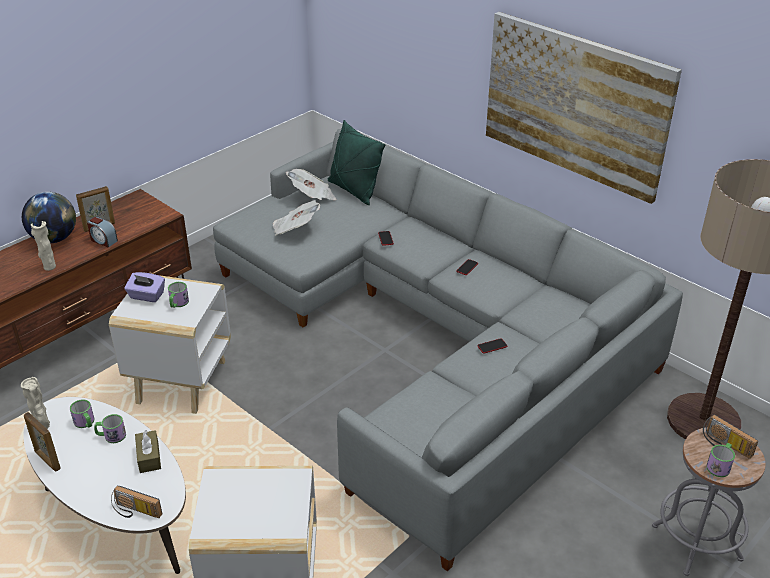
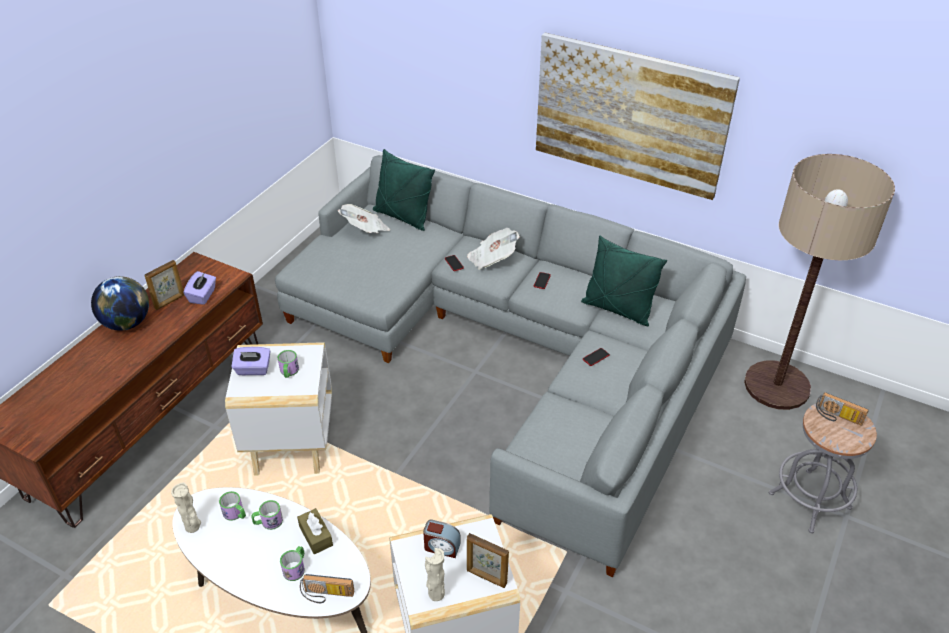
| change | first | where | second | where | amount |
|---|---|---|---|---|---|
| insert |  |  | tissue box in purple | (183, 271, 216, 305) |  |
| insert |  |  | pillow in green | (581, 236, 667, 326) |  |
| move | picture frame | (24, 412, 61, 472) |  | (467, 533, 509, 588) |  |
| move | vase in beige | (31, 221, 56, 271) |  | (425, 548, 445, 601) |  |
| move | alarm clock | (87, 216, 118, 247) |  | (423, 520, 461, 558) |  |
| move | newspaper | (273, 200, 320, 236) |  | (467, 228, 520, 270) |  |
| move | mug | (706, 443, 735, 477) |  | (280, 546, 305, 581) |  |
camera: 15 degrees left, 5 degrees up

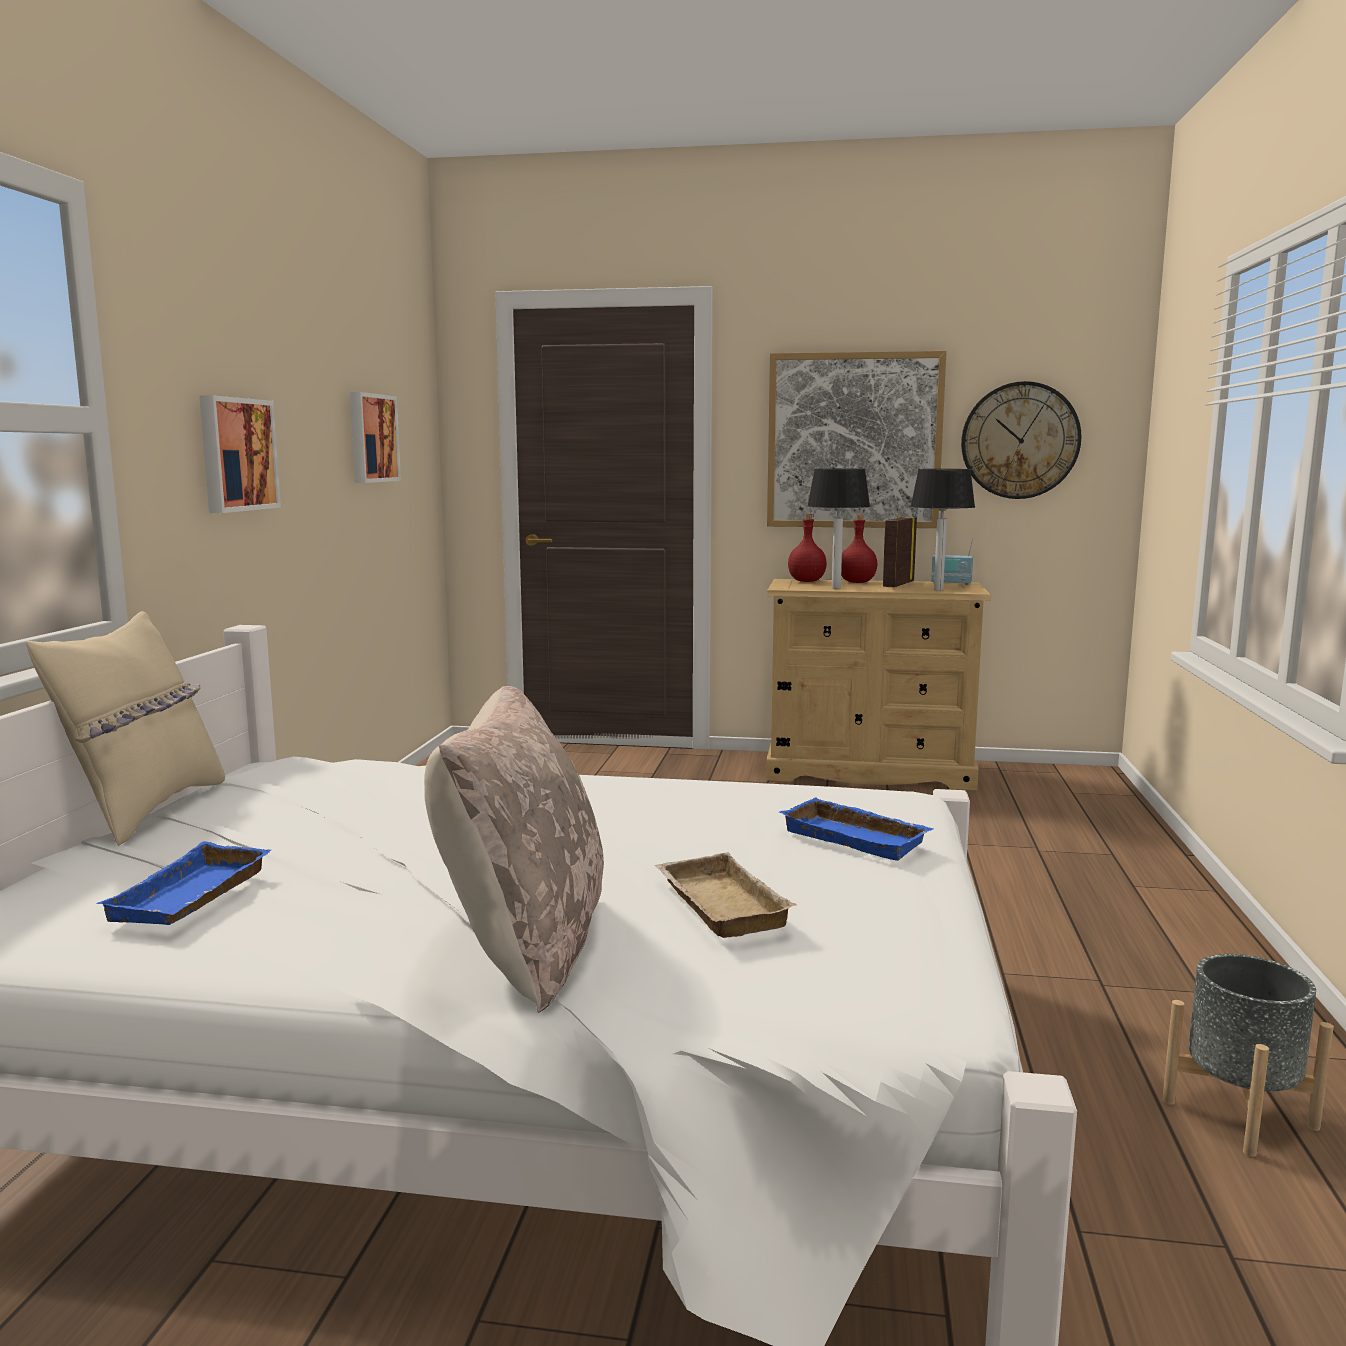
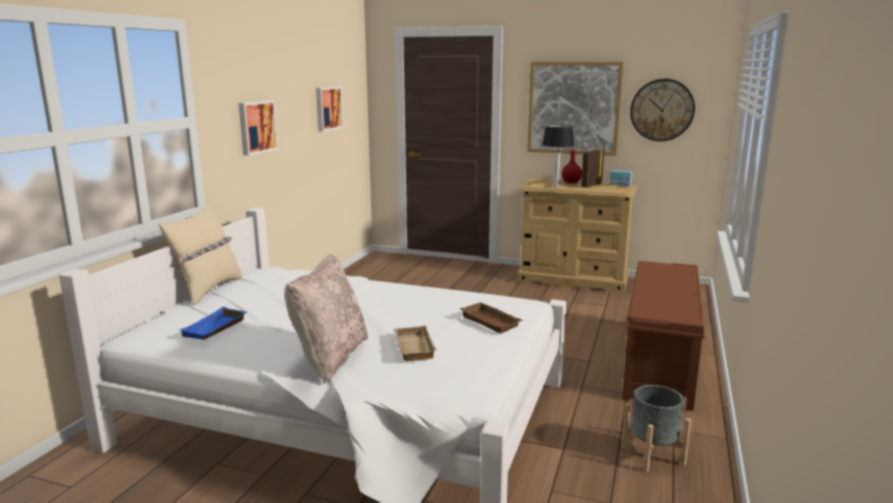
| change | first | where | second | where | amount |
|---|---|---|---|---|---|
| delete | bottle in red | (788, 514, 827, 582) |  |  |  |
| delete | table lamp | (910, 469, 975, 590) |  |  |  |
| insert |  |  | bench in brown | (622, 261, 705, 411) |  |
| recolor | tray in blue | (779, 797, 934, 861) | tray in brown | (459, 302, 524, 334) |  |
camera: 10 degrees right, 5 degrees up

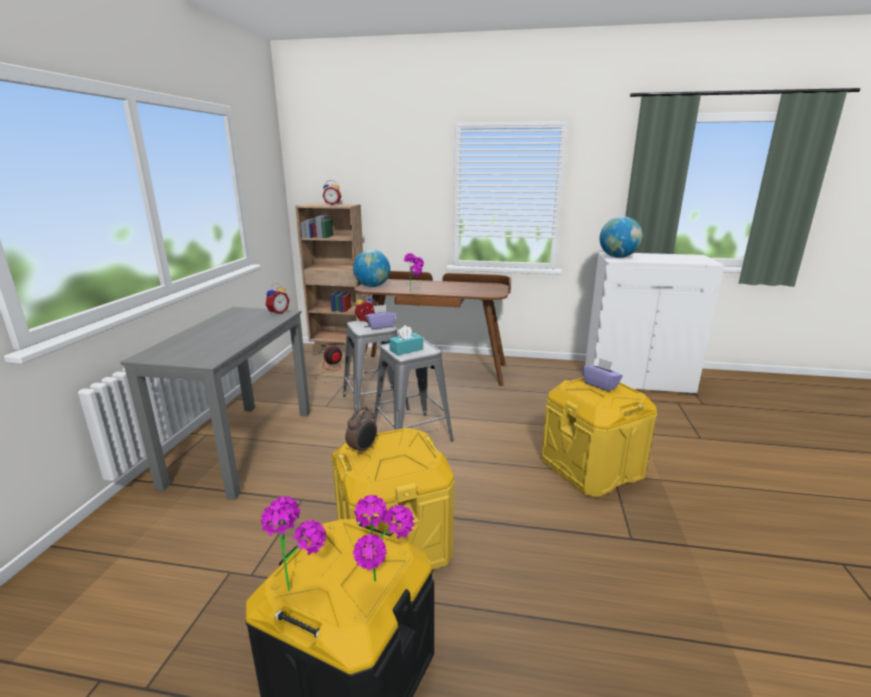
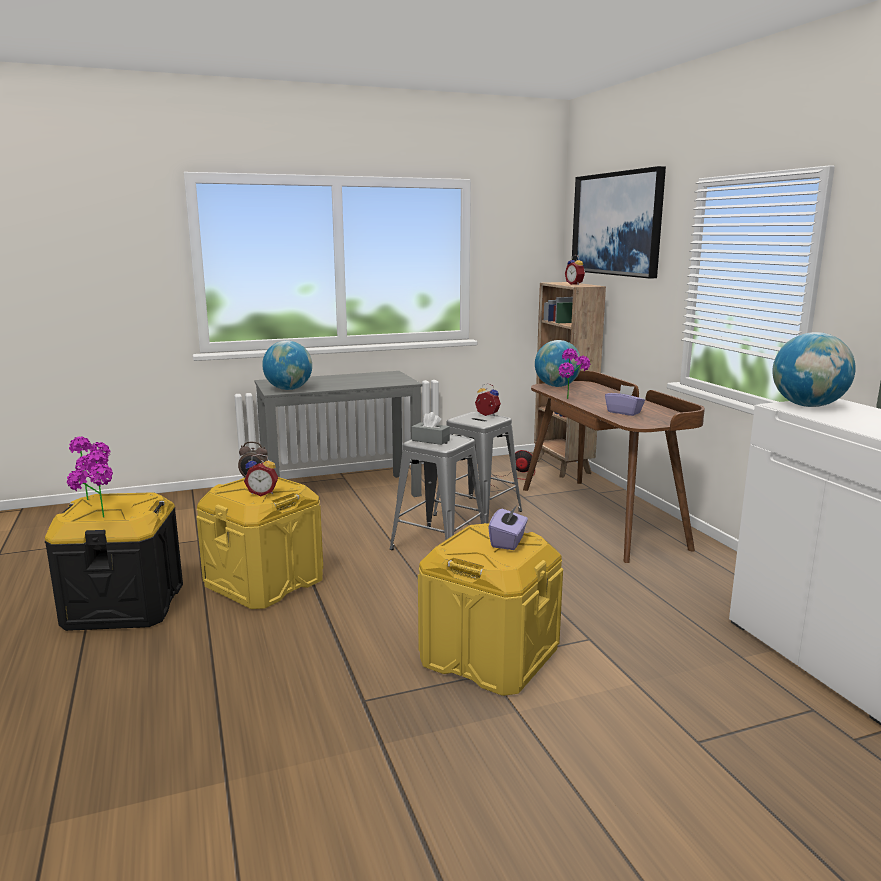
| change | first | where | second | where | amount |
|---|---|---|---|---|---|
| insert |  |  | globe | (262, 341, 312, 390) |  |
| insert |  |  | picture | (572, 166, 666, 279) |  |
| move | alarm clock | (265, 283, 289, 315) |  | (244, 454, 278, 496) |  |
| move | tissue box in purple | (365, 305, 396, 329) |  | (605, 385, 645, 416) |  |
| recolor | tissue box in turquoise | (389, 325, 423, 355) | tissue box in grey | (412, 412, 450, 445) |  |
camera: 60 degrees right, 5 degrees down

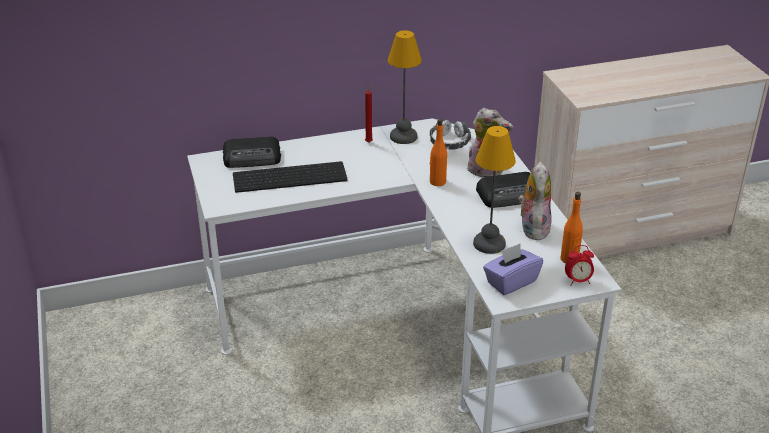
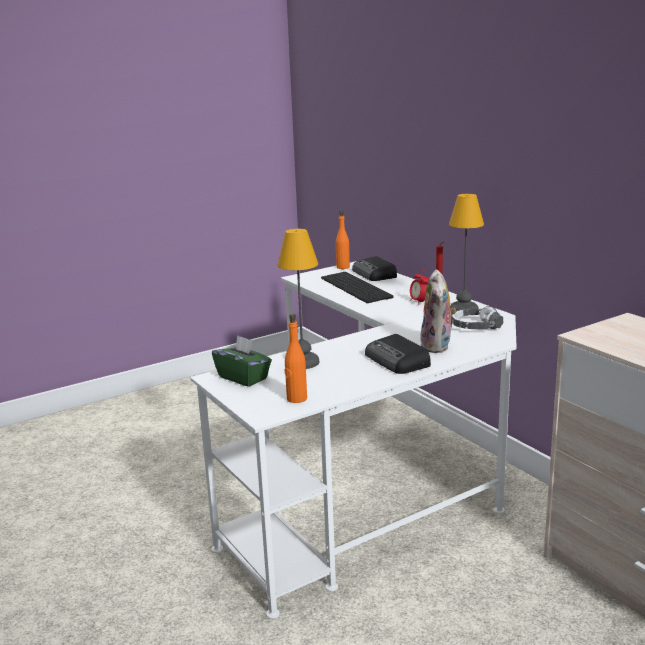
| change | first | where | second | where | amount |
|---|---|---|---|---|---|
| delete | plush toy | (518, 161, 551, 240) |  |  |  |
| move | bottle in orange | (430, 119, 447, 186) |  | (336, 211, 350, 269) |  |
| move | alarm clock | (565, 245, 594, 285) |  | (410, 270, 429, 305) |  |
| recolor | tissue box in purple | (483, 244, 543, 295) | tissue box in green | (212, 335, 272, 387) |  |
camera: 75 degrees right, 15 degrees down

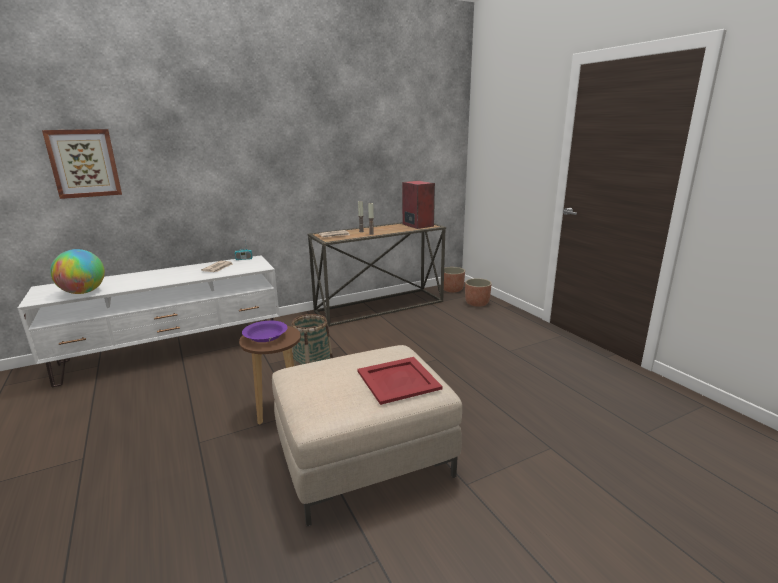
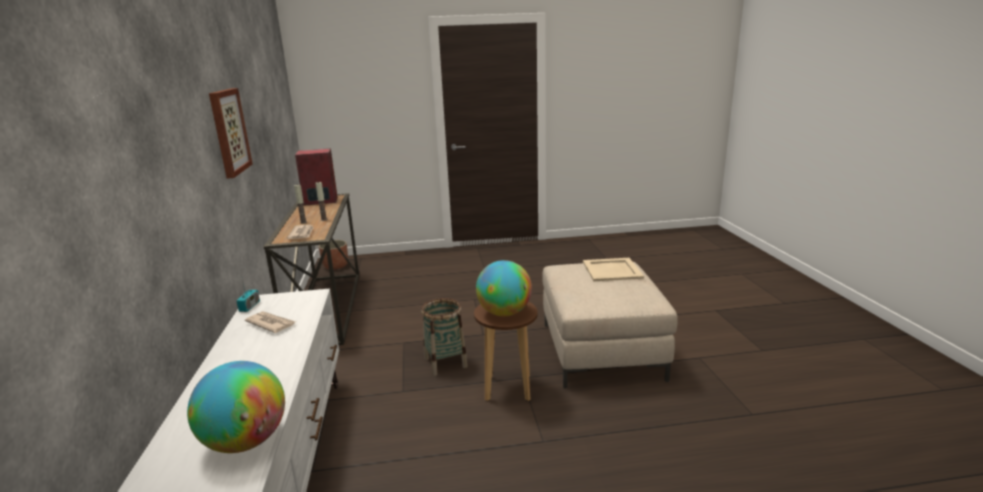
| change | first | where | second | where | amount |
|---|---|---|---|---|---|
| delete | planter | (465, 278, 492, 307) |  |  |  |
| move | picture | (42, 129, 122, 199) |  | (209, 88, 253, 178) |  |
| replace | bowl in purple | (242, 321, 287, 342) | globe | (476, 260, 532, 316) |  |
| recolor | tray in red | (357, 357, 443, 405) | tray in beige | (583, 258, 644, 281) |  |
camera: 70 degrees left, 0 degrees up

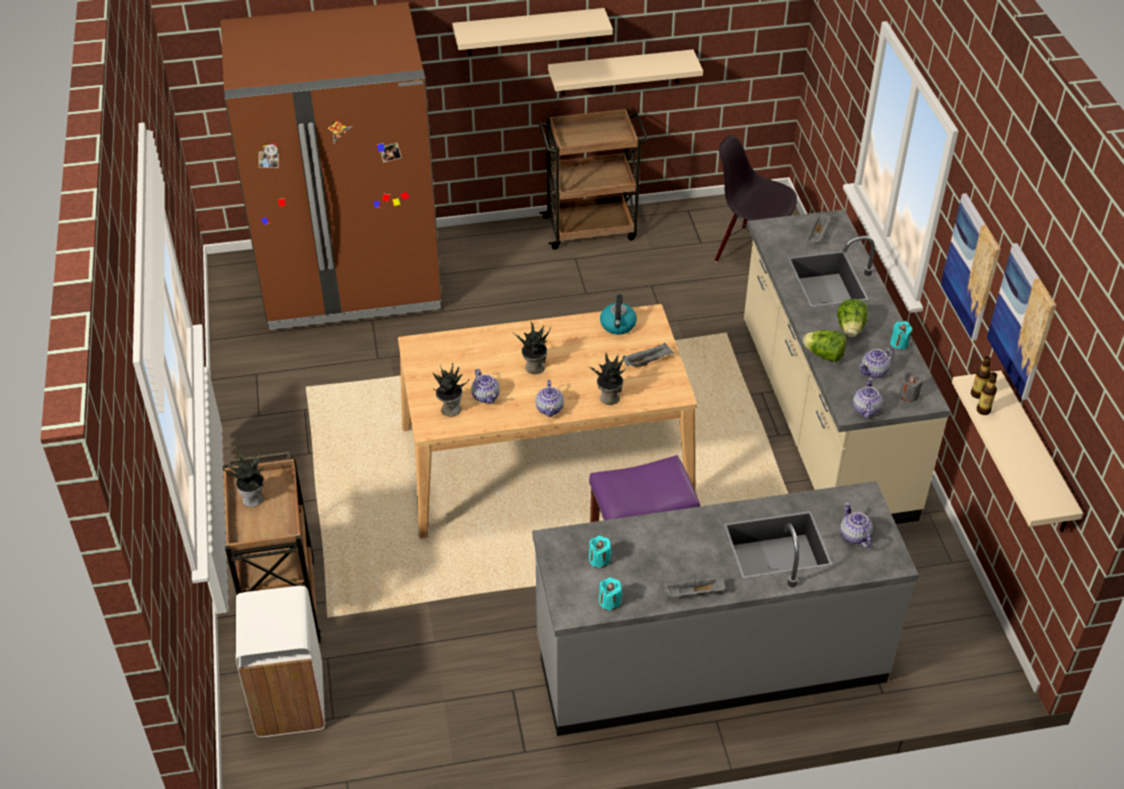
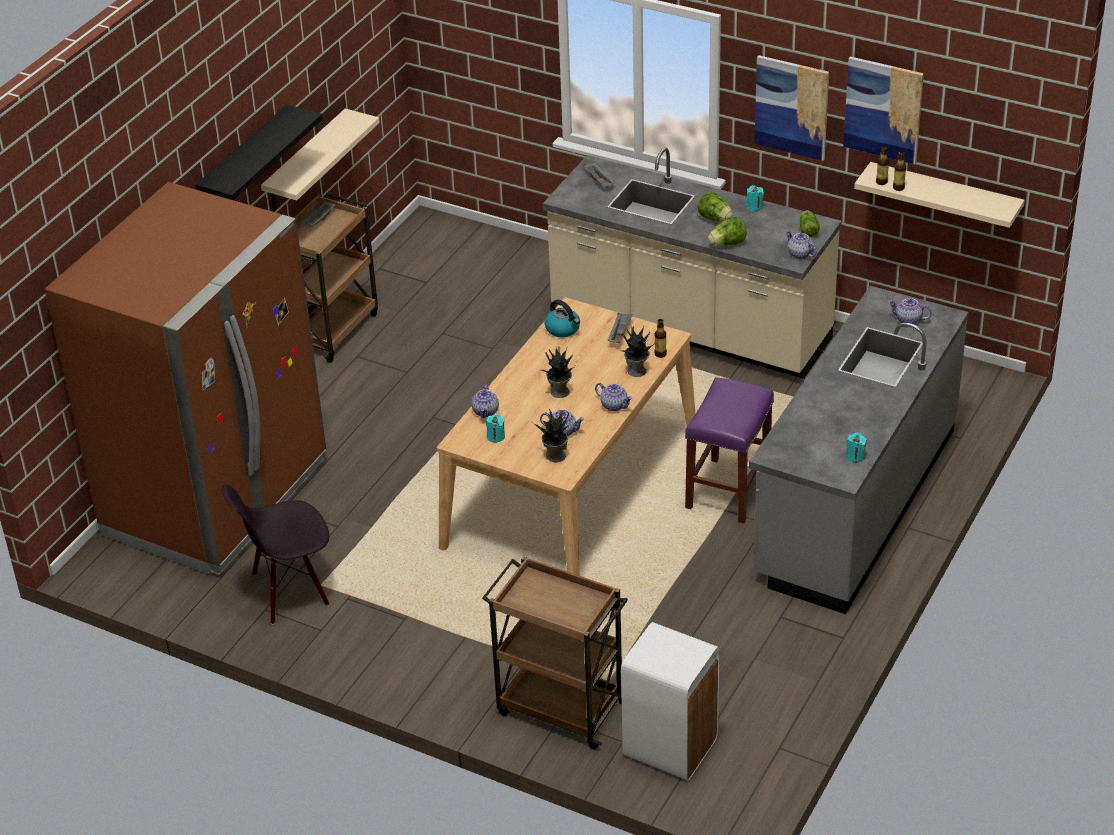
| change | first | where | second | where | amount |
|---|---|---|---|---|---|
| delete | potted plant | (223, 451, 264, 507) |  |  |  |
| insert |  |  | bottle | (654, 319, 667, 358) |  |
| move | candle in turquoise | (589, 536, 612, 568) |  | (486, 414, 505, 442) |  |
| move | tray in grey | (662, 576, 725, 597) |  | (300, 201, 335, 227) |  |
| move | chair in black | (715, 135, 797, 262) |  | (222, 484, 329, 625) |  |
| move | teapot | (859, 348, 895, 378) |  | (472, 384, 499, 418) |  |
| replace | candle in grey | (899, 371, 923, 402) | lettuce | (800, 210, 820, 237) |  |
| recolor | shelf in beige | (452, 8, 613, 55) | shelf in black | (196, 105, 323, 200) |  |
camera: 50 degrees left, 5 degrees down

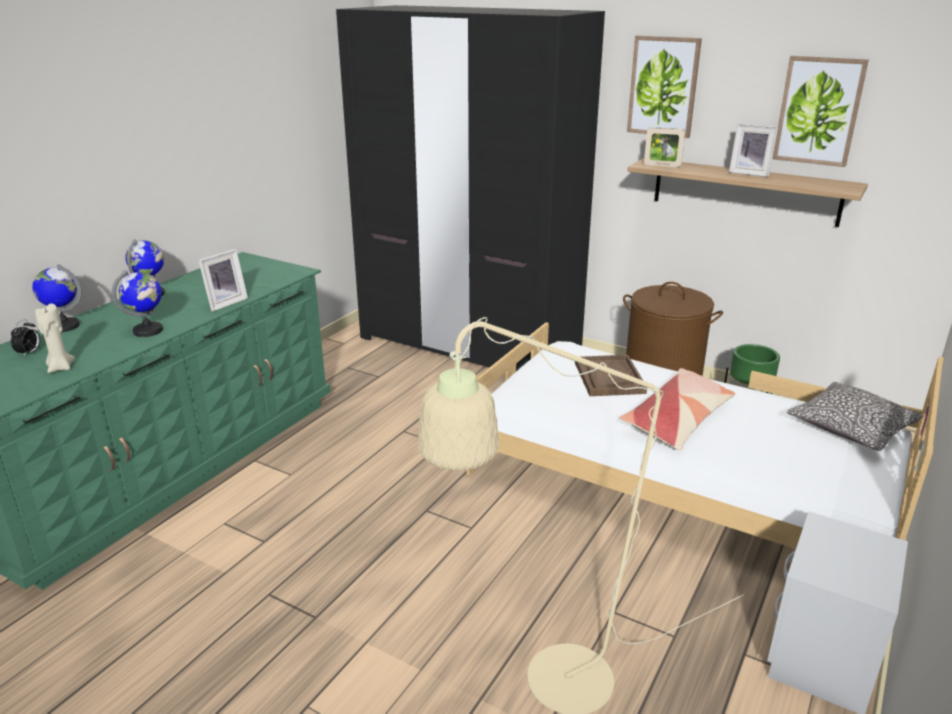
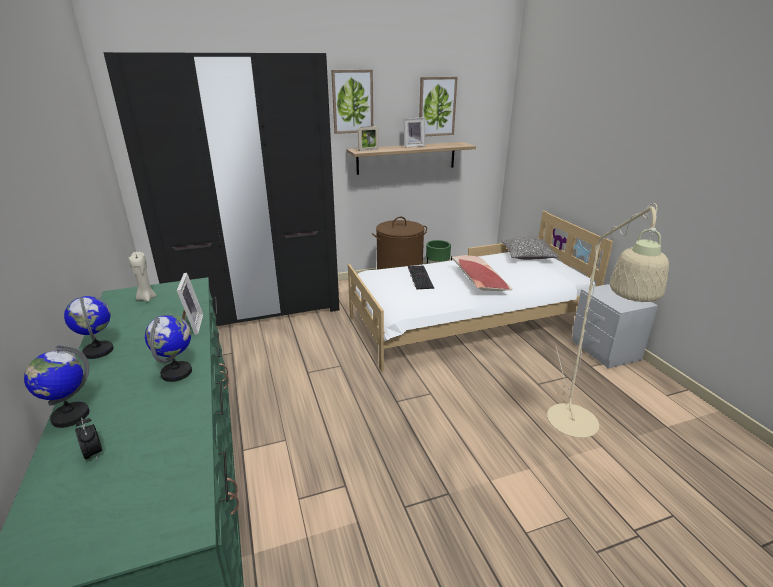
| change | first | where | second | where | amount |
|---|---|---|---|---|---|
| move | candle in beige | (35, 303, 75, 373) |  | (128, 252, 157, 301) |  |
| replace | tray in brown | (575, 355, 647, 396) | keyboard | (408, 266, 434, 290) |  |
camera: 50 degrees left, 0 degrees up

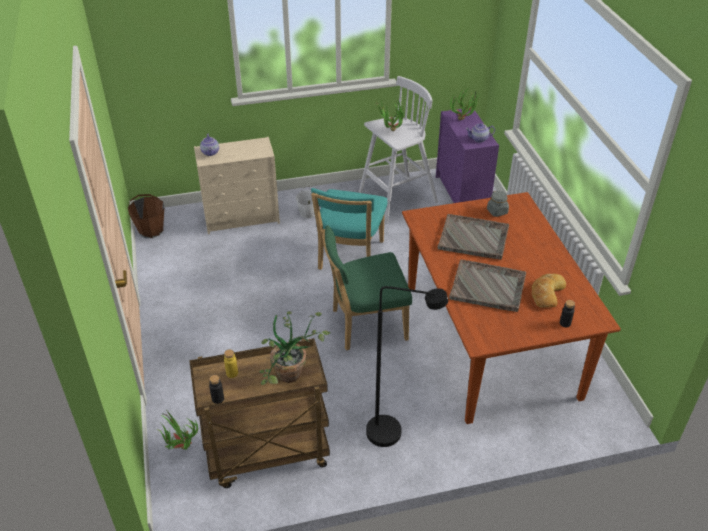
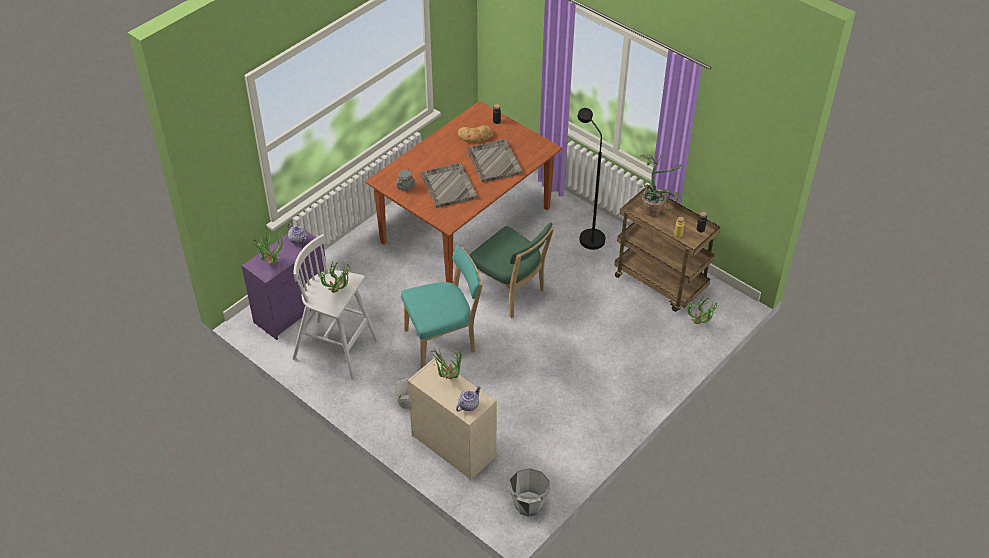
| change | first | where | second | where | amount |
|---|---|---|---|---|---|
| insert |  |  | potted plant | (431, 347, 462, 379) |  |
| recolor | bucket in brown | (128, 194, 164, 238) | bucket in grey | (509, 468, 550, 517) |  |
camera: 125 degrees left, 5 degrees up

